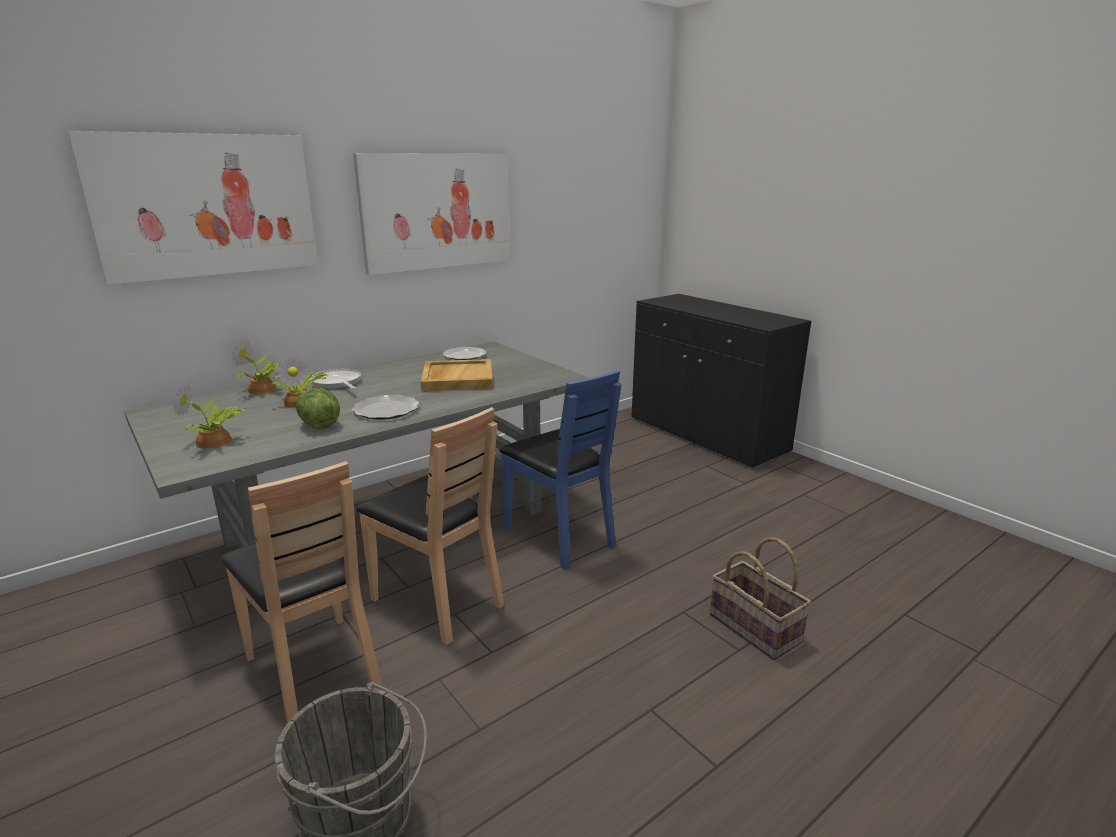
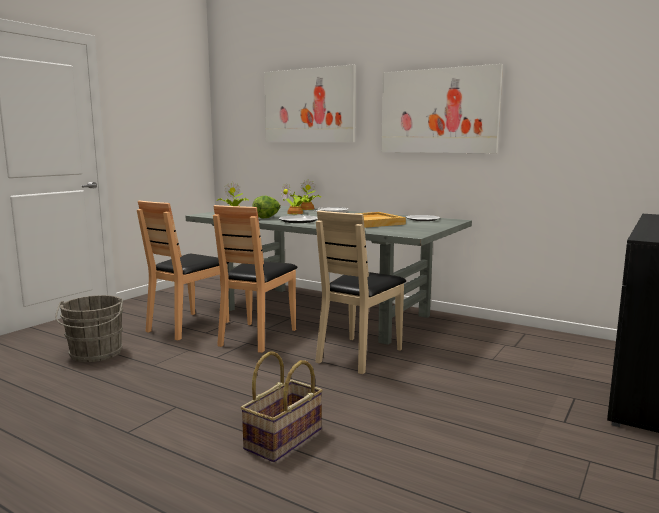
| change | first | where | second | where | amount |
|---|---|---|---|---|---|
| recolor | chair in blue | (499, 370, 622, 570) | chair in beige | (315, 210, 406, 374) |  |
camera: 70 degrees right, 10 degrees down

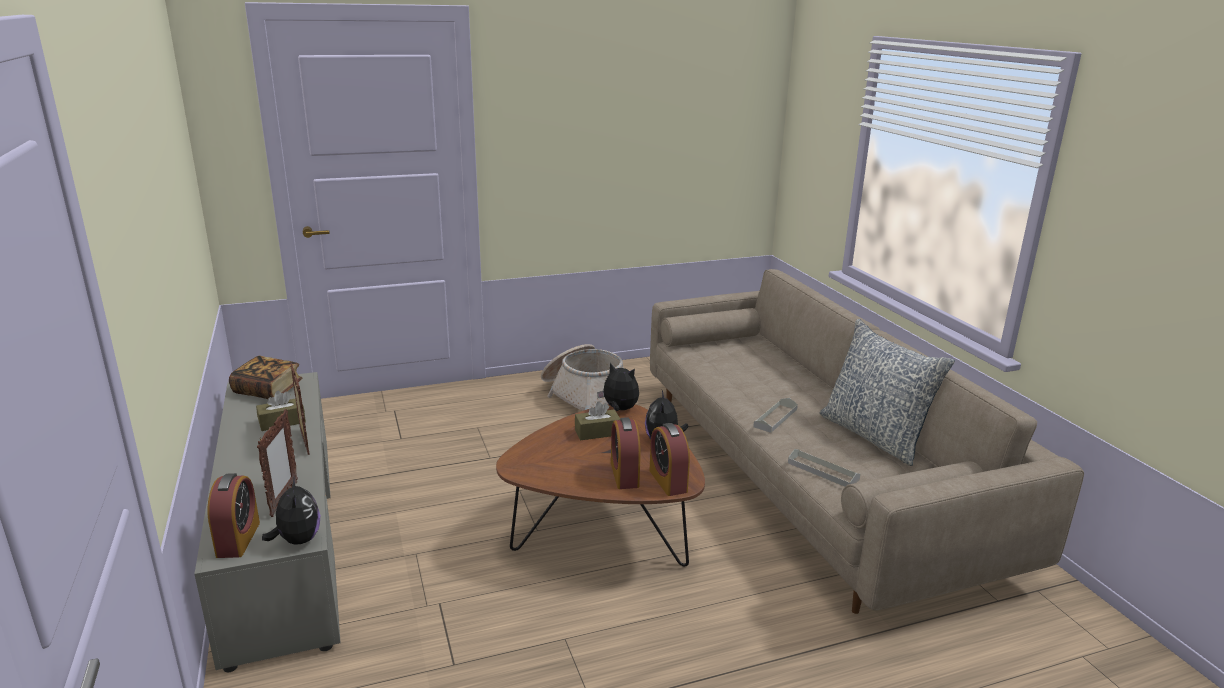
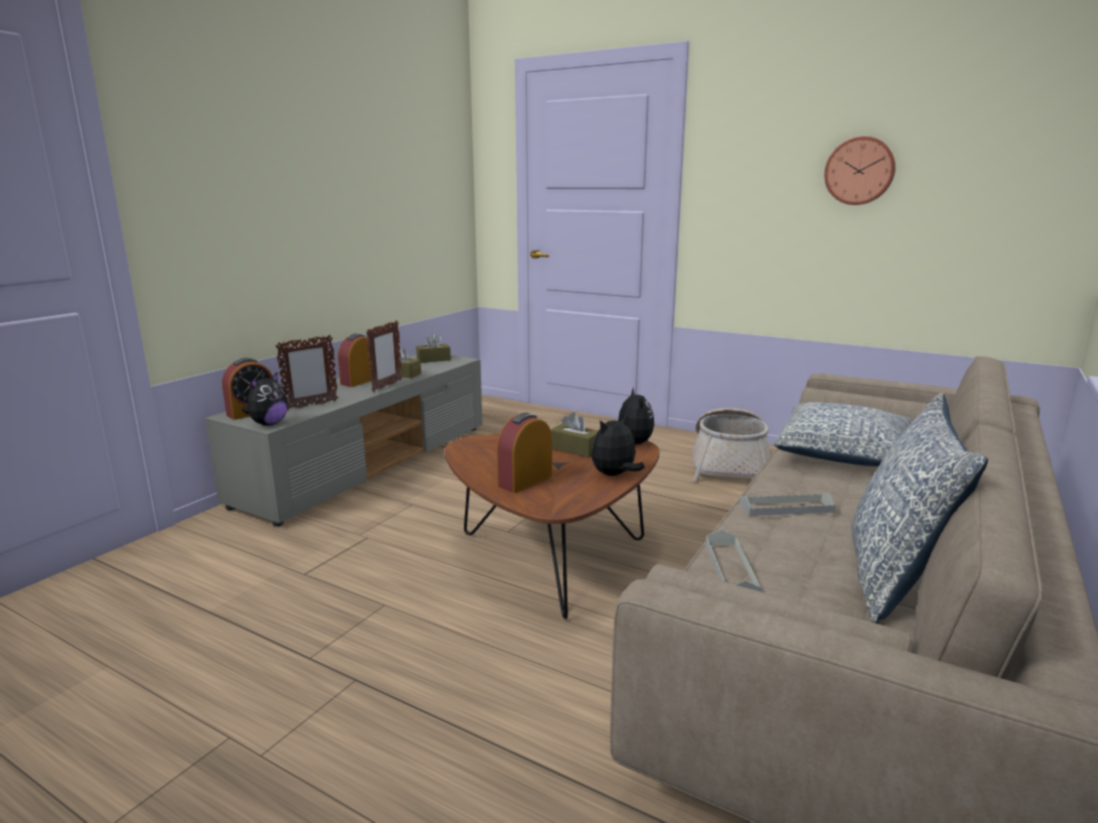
| change | first | where | second | where | amount |
|---|---|---|---|---|---|
| insert |  |  | pillow | (774, 402, 914, 466) |  |
| insert |  |  | wall clock | (824, 136, 896, 205) |  |
| move | alarm clock | (649, 423, 690, 496) |  | (338, 334, 374, 387) |  |
| replace | book | (229, 356, 303, 399) | tissue box in brown | (416, 333, 451, 363) |  |
camera: 50 degrees right, 5 degrees down

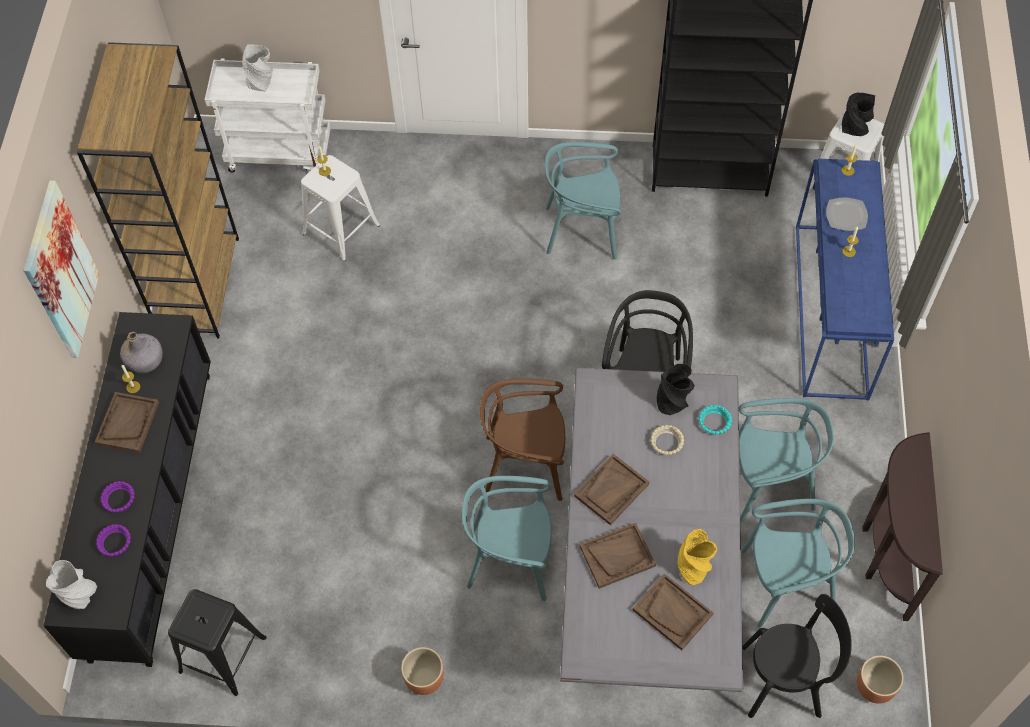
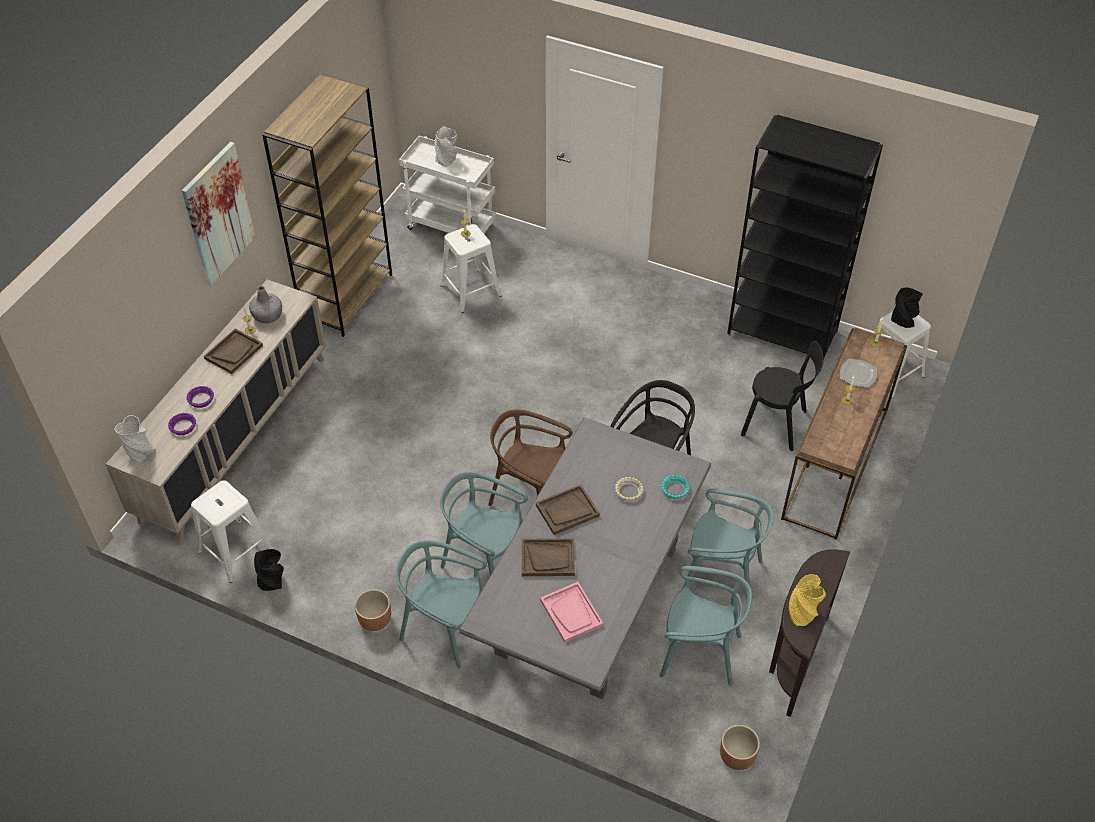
| change | first | where | second | where | amount |
|---|---|---|---|---|---|
| move | chair in turquoise | (545, 142, 621, 259) |  | (396, 540, 487, 669) |  |
| move | vase in black | (657, 364, 694, 415) |  | (254, 549, 284, 591) |  |
| move | vase in yellow | (677, 529, 717, 585) |  | (789, 574, 826, 626) |  |
| move | chair in black | (743, 594, 852, 718) |  | (741, 341, 824, 451) |  |
| recolor | cabinet in black | (44, 312, 211, 667) | cabinet in beige | (106, 279, 326, 541) |  |
| recolor | stool in black | (168, 589, 267, 696) | stool in white | (191, 480, 273, 583) |  |
| recolor | tray in brown | (633, 573, 713, 651) | tray in pink | (540, 582, 603, 642) |  |
| recolor | console table in blue | (796, 159, 894, 400) | console table in brown | (781, 328, 907, 540) |  |
camera: 20 degrees right, 10 degrees down

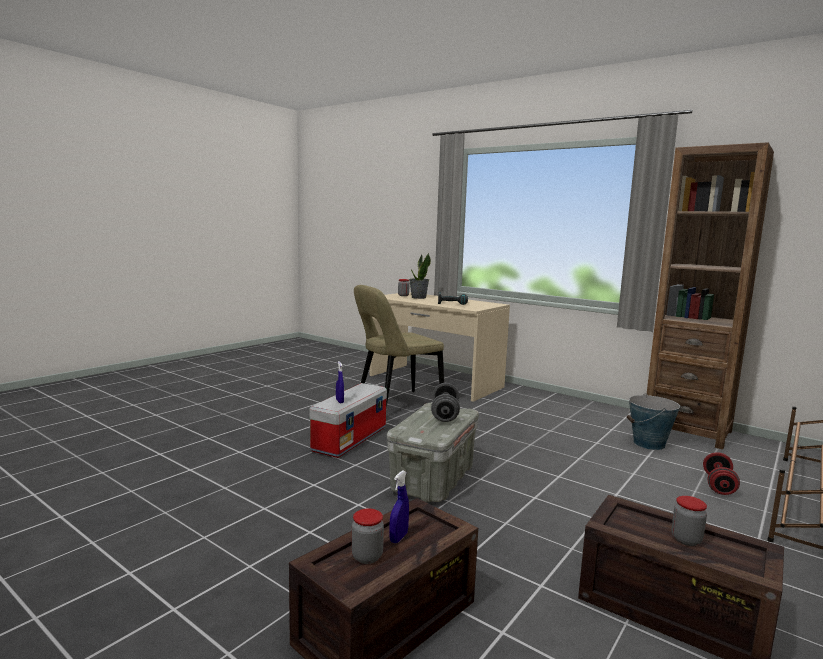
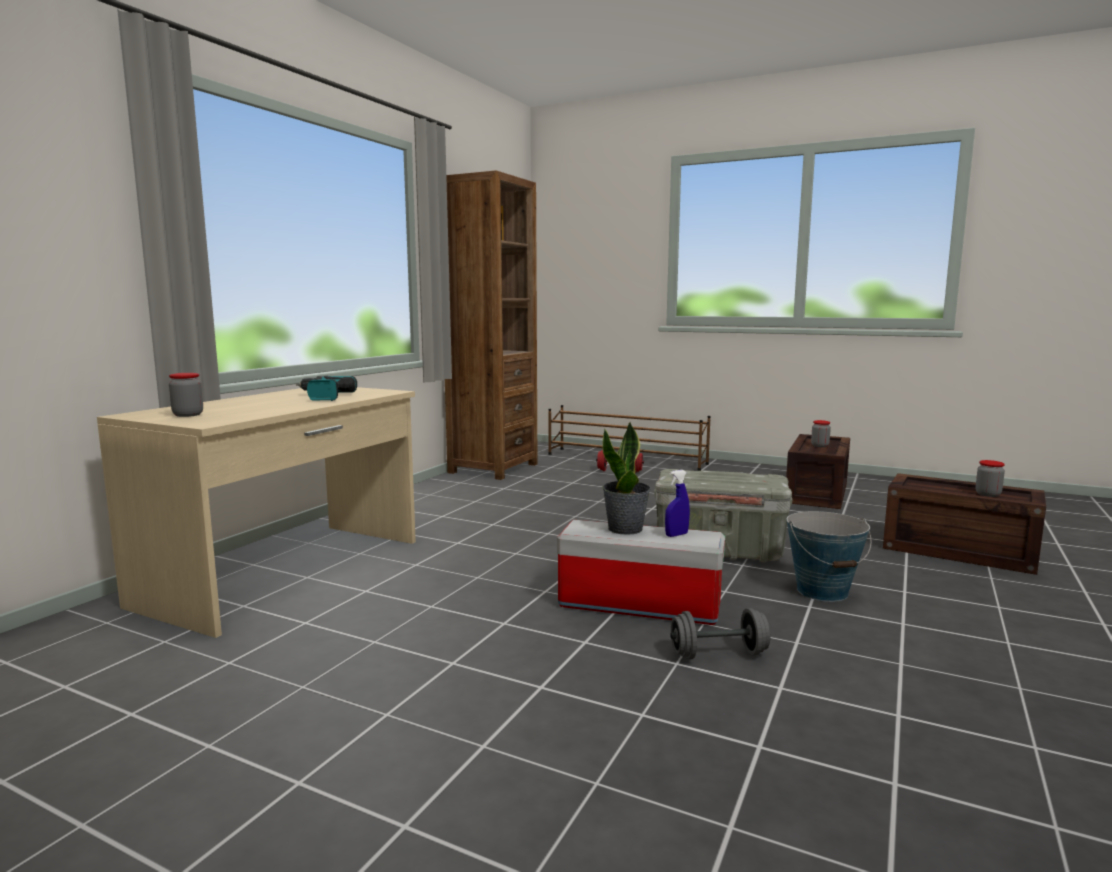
| change | first | where | second | where | amount |
|---|---|---|---|---|---|
| delete | chair in beige | (354, 285, 444, 408) |  |  |  |
| delete | spray bottle in blue | (389, 470, 409, 543) |  |  |  |
| move | potted plant | (409, 253, 431, 299) |  | (602, 422, 651, 535) |  |
| move | dumbbell in grey | (431, 383, 460, 422) |  | (670, 608, 770, 659) |  |
| move | bucket | (627, 393, 680, 450) |  | (787, 511, 872, 602) |  |
camera: 100 degrees left, 0 degrees up

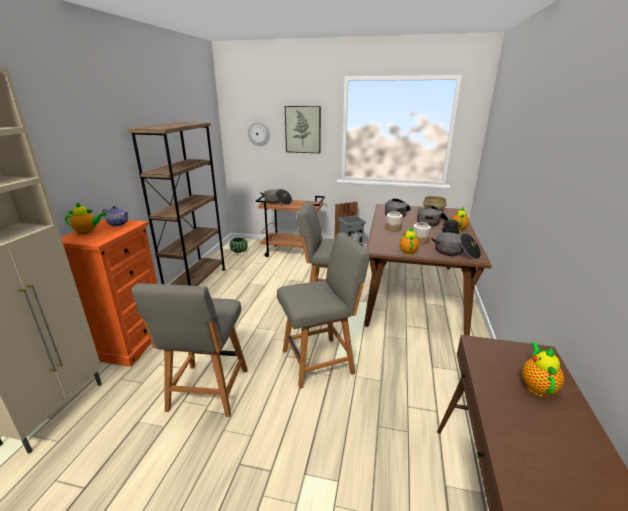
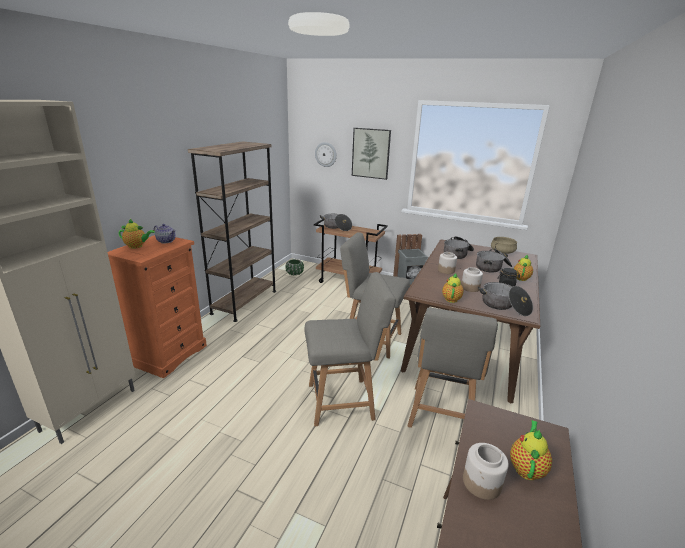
| change | first | where | second | where | amount |
|---|---|---|---|---|---|
| insert |  |  | jar | (463, 443, 509, 500) |  |
| move | chair in grey | (132, 283, 248, 417) |  | (407, 308, 498, 428) |  |
camera: 10 degrees right, 0 degrees up

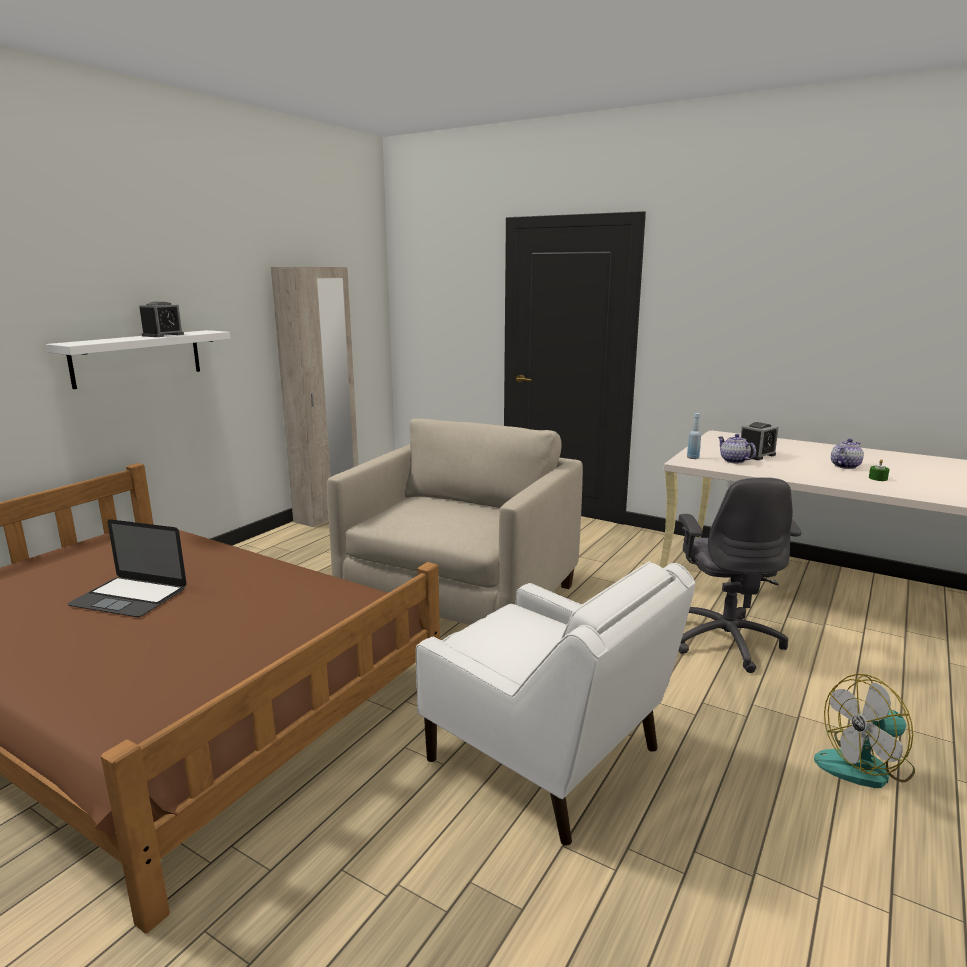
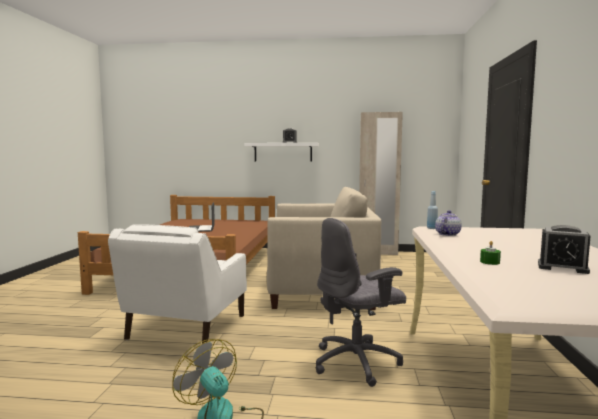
| change | first | where | second | where | amount |
|---|---|---|---|---|---|
| delete | teapot | (831, 439, 864, 469) |  |  |  |
| move | alarm clock | (741, 422, 779, 460) |  | (538, 225, 590, 274) |  |
camera: 65 degrees right, 10 degrees down

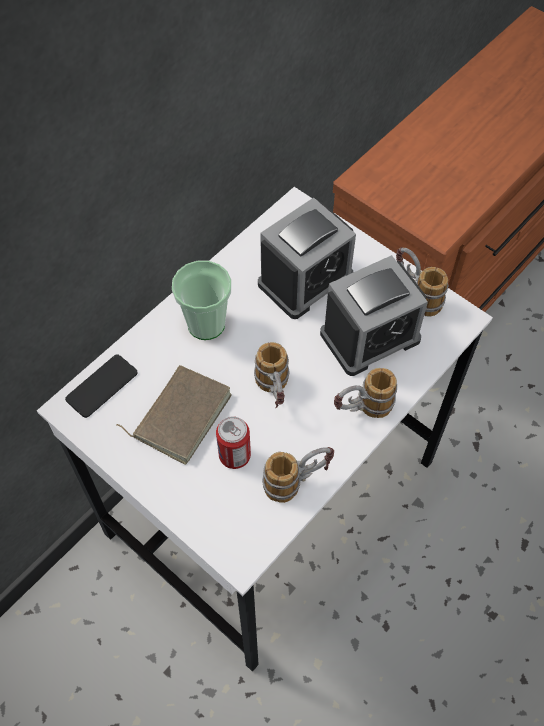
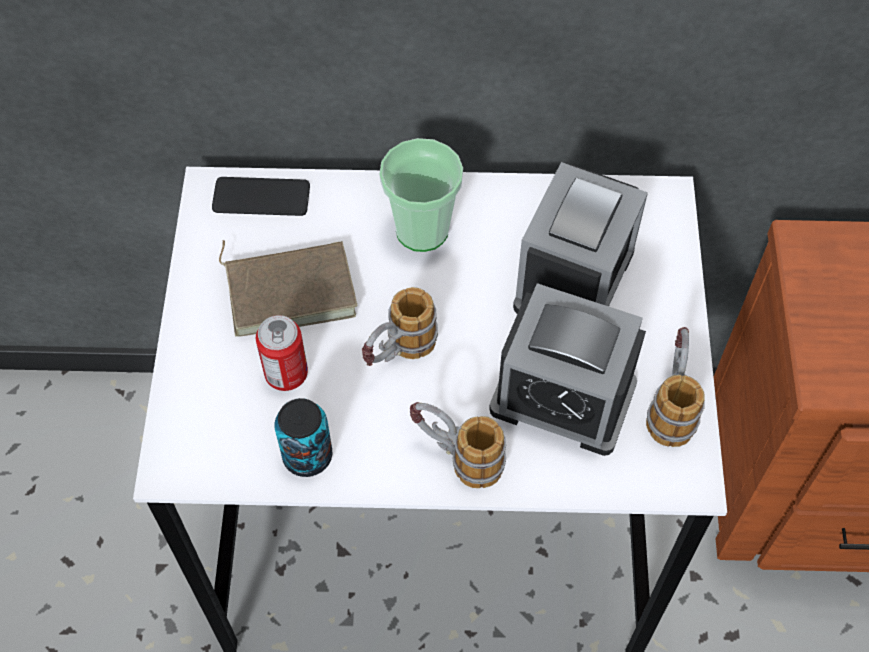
| change | first | where | second | where | amount |
|---|---|---|---|---|---|
| replace | mug | (262, 447, 334, 503) | can | (274, 398, 332, 477) |  |
| rotate | alarm clock | (258, 197, 356, 319) |  | (513, 162, 648, 314) | 75 degrees counterclockwise |
camera: 50 degrees right, 0 degrees up

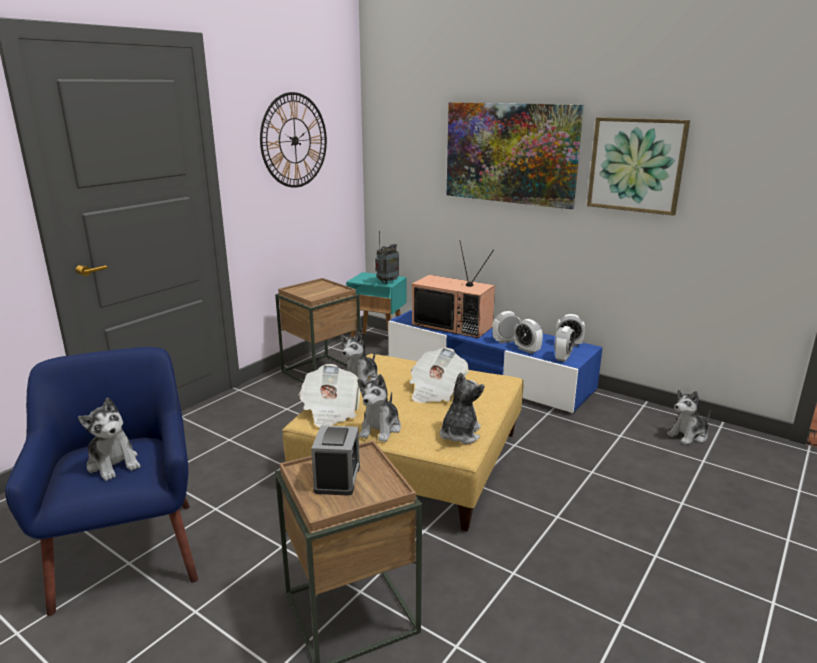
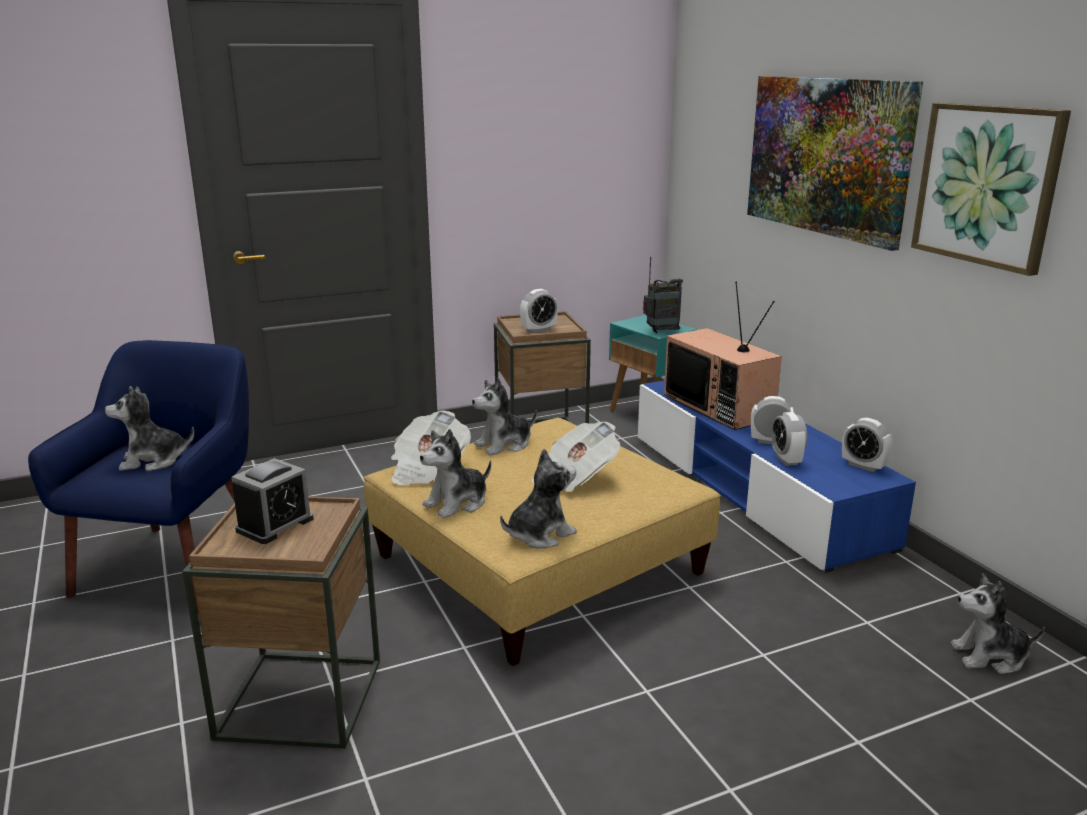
| change | first | where | second | where | amount |
|---|---|---|---|---|---|
| delete | wall clock | (260, 92, 327, 188) |  |  |  |
| move | alarm clock | (554, 326, 575, 362) |  | (520, 289, 558, 333) |  |
| rotate | plush toy | (78, 398, 140, 481) |  | (105, 386, 194, 471) | 90 degrees clockwise |
camera: 30 degrees right, 0 degrees up

